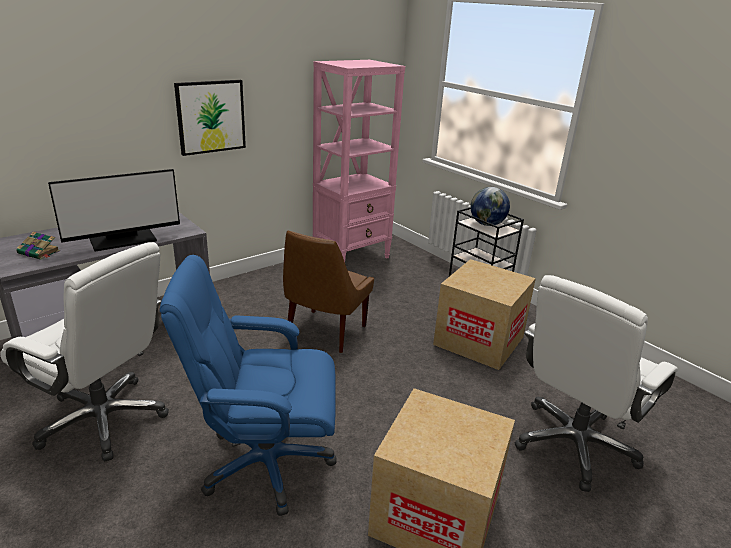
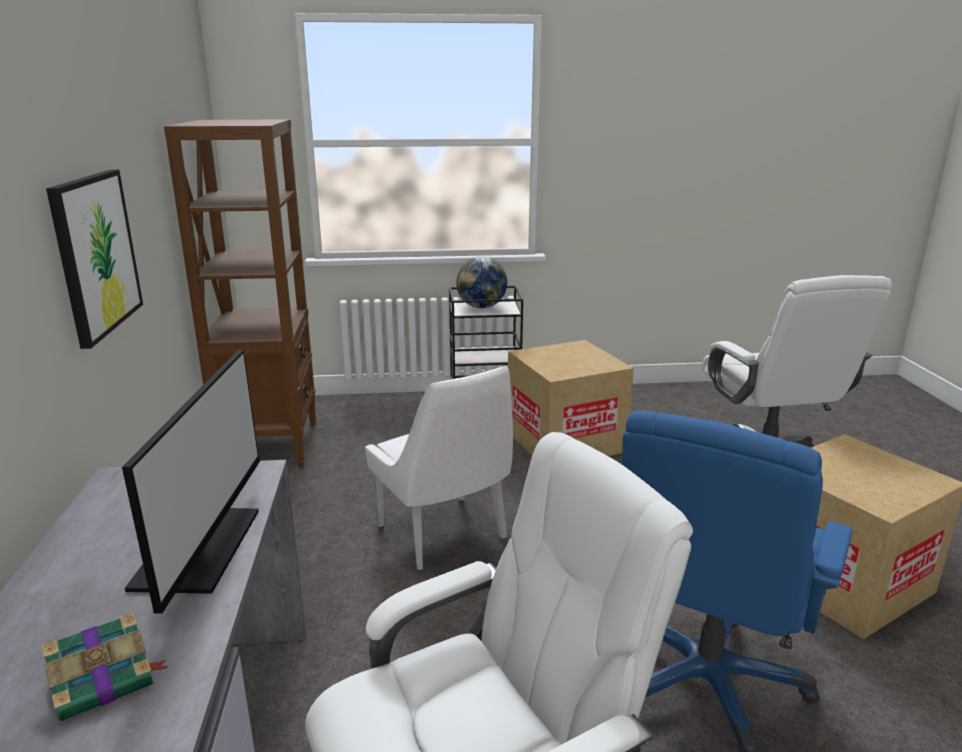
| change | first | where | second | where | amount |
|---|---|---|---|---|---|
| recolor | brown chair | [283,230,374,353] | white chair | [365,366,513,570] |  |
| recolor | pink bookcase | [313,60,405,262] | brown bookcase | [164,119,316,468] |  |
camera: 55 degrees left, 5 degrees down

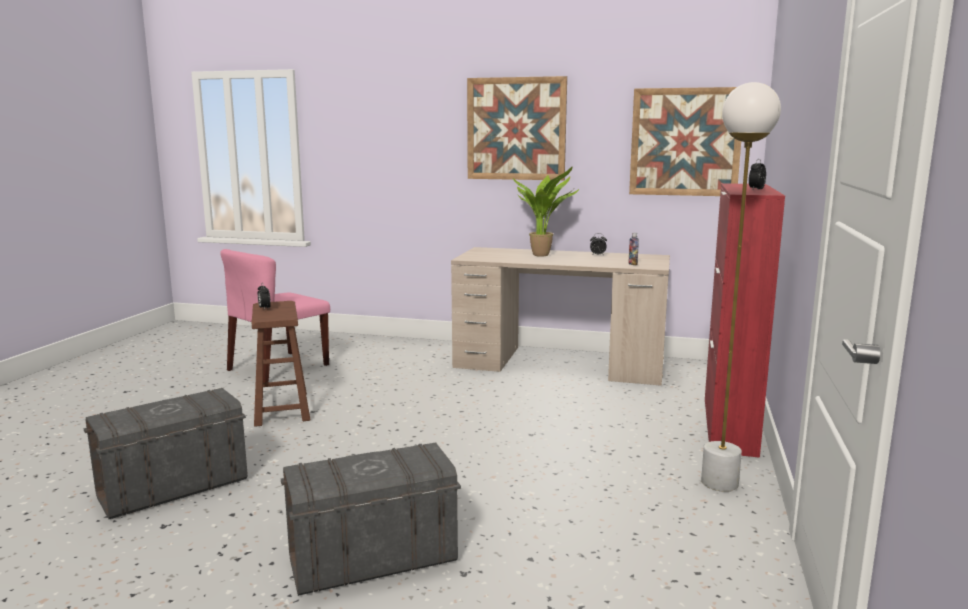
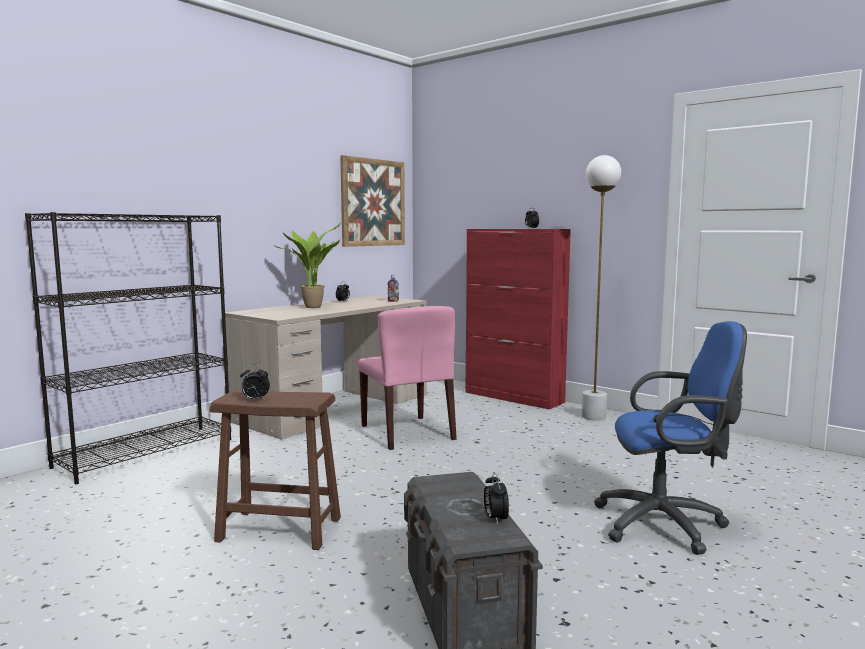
| change | first | where | second | where | amount |
|---|---|---|---|---|---|
| delete | picture | [467,76,567,180] |  |  |  |
| insert |  |  | black bookcase | [25,212,231,484] |  |
| insert |  |  | alarm clock | [484,472,509,525] |  |
| move | pink chair | [220,249,330,383] |  | [358,306,457,450] |  |
| replace | grey storage box | [281,442,461,596] | blue office chair | [594,321,747,555] |  |
camera: 65 degrees left, 5 degrees down

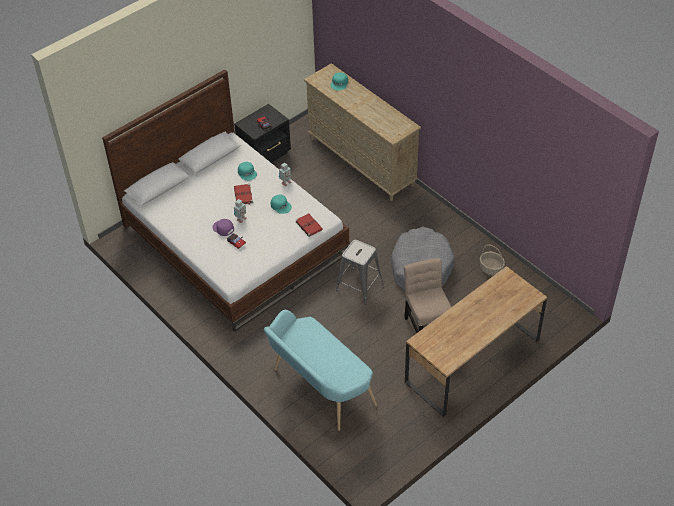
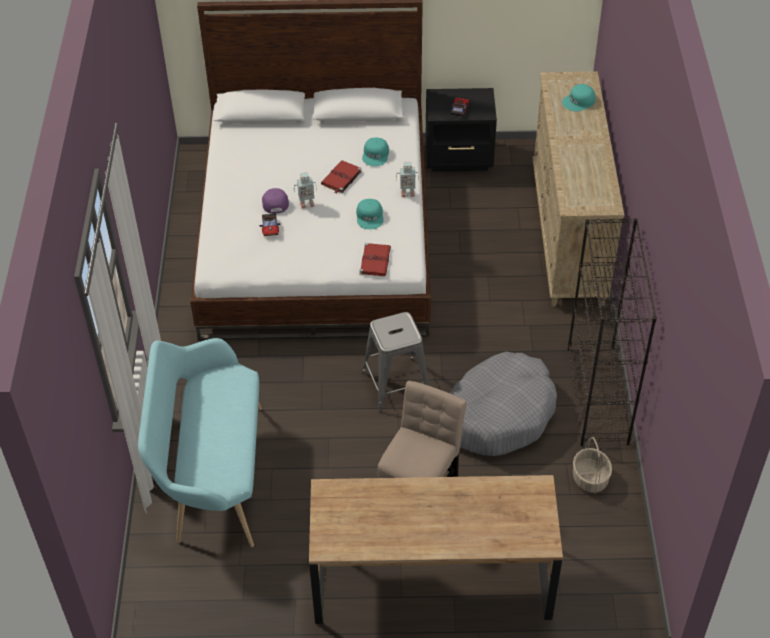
| change | first | where | second | where | amount |
|---|---|---|---|---|---|
| insert |  |  | black bookcase | [568,218,657,446] |  |
camera: 40 degrees right, 0 degrees up

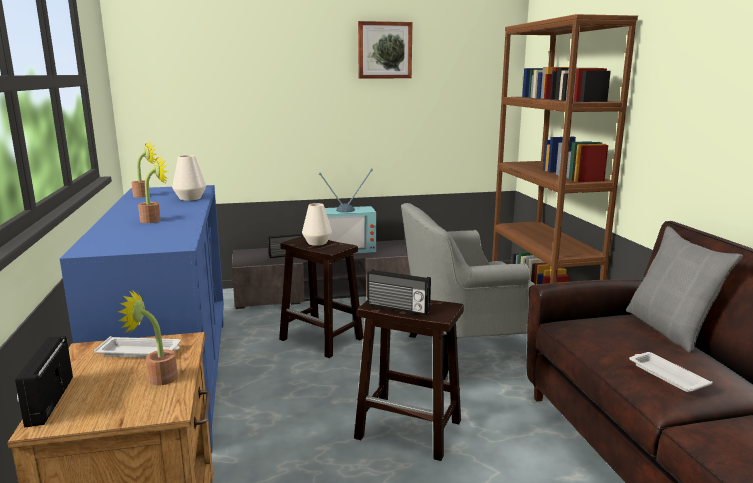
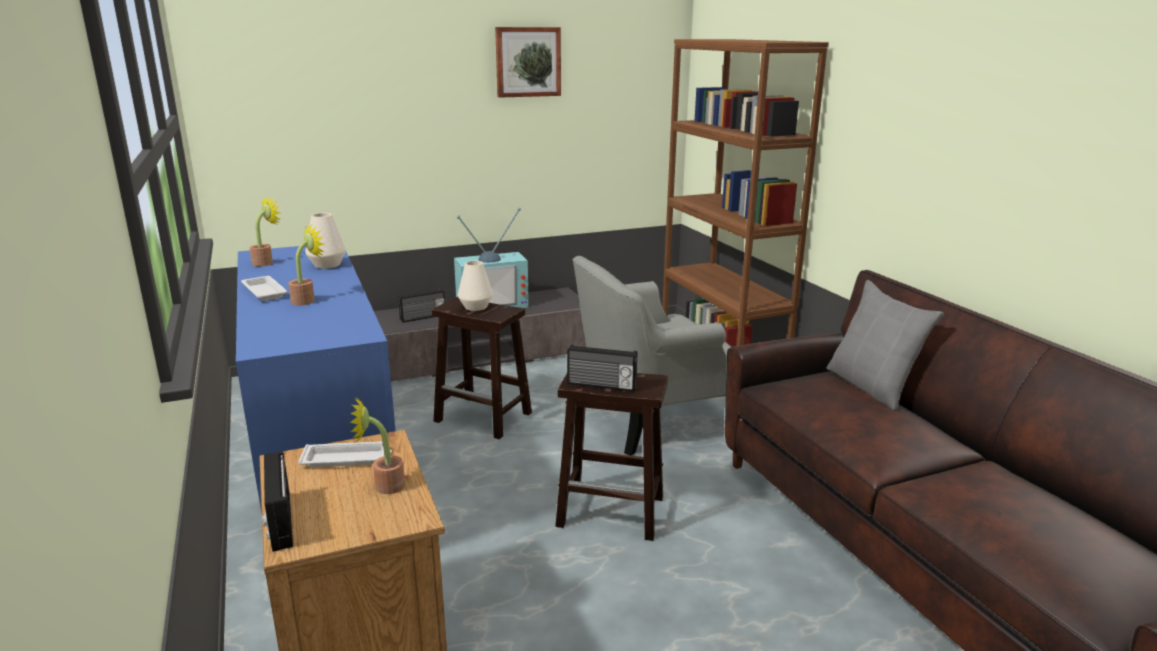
| change | first | where | second | where | amount |
|---|---|---|---|---|---|
| move | white tray | [629,352,712,392] |  | [241,276,288,301] |  |
camera: 10 degrees left, 5 degrees up

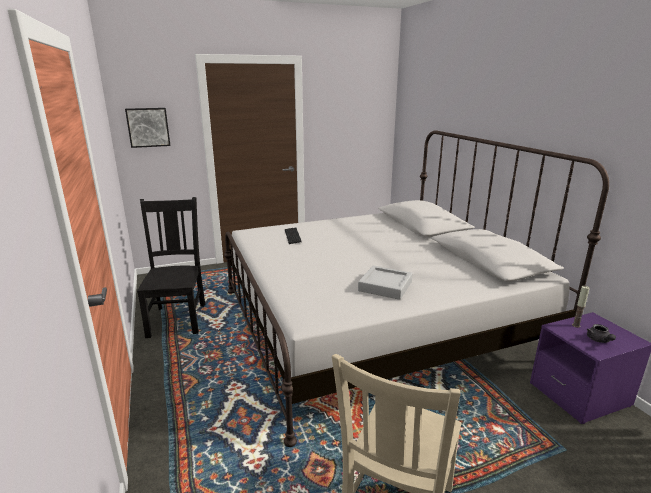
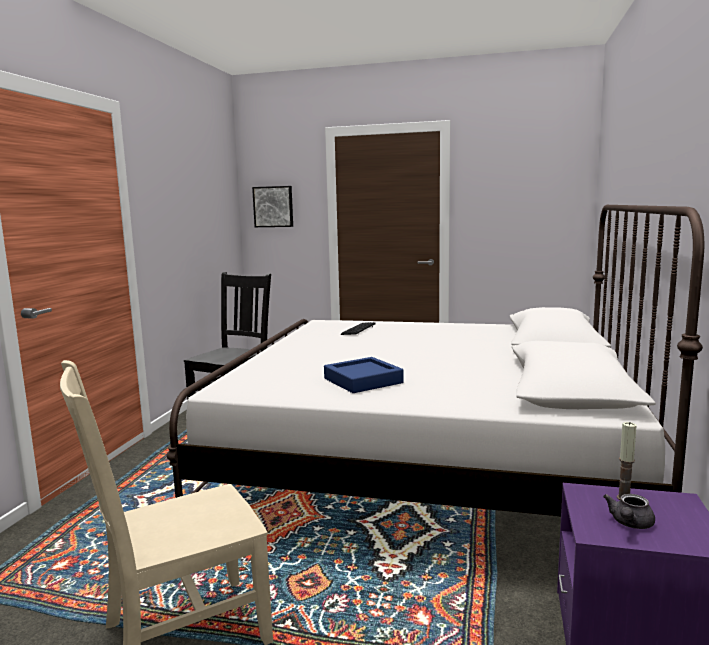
| change | first | where | second | where | amount |
|---|---|---|---|---|---|
| recolor | grey tray | [358,266,412,300] | blue tray | [324,357,404,393] |  |
camera: 35 degrees right, 10 degrees down

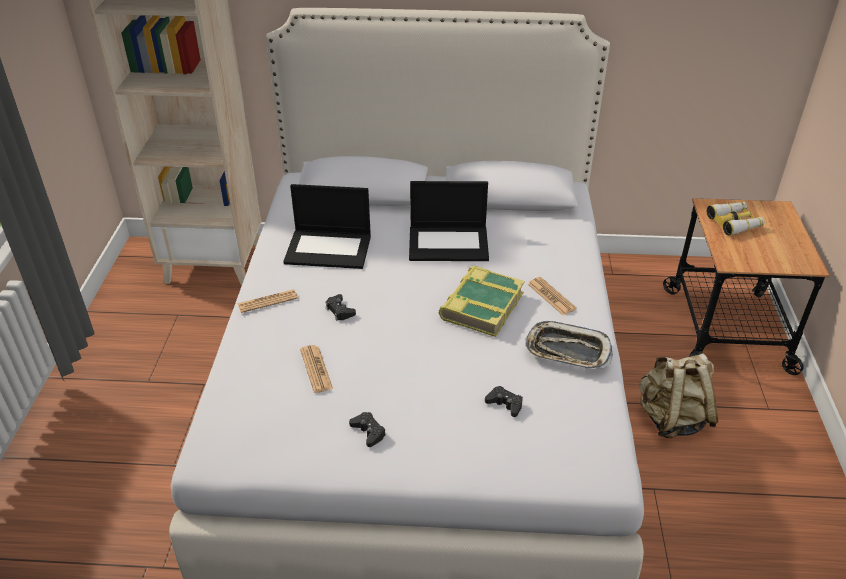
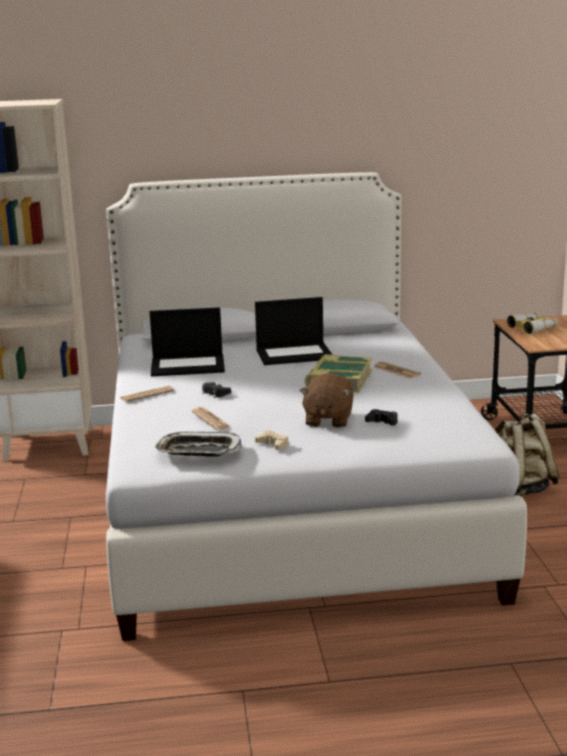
| change | first | where | second | where | amount |
|---|---|---|---|---|---|
| insert |  |  | brown plush toy | [299,373,353,428] |  |
| move | tray | [525,321,613,369] |  | [155,432,242,457] |  |
| recolor | black game controller | [349,412,386,447] | beige game controller | [255,430,289,450] |  |
camera: 10 degrees left, 20 degrees down

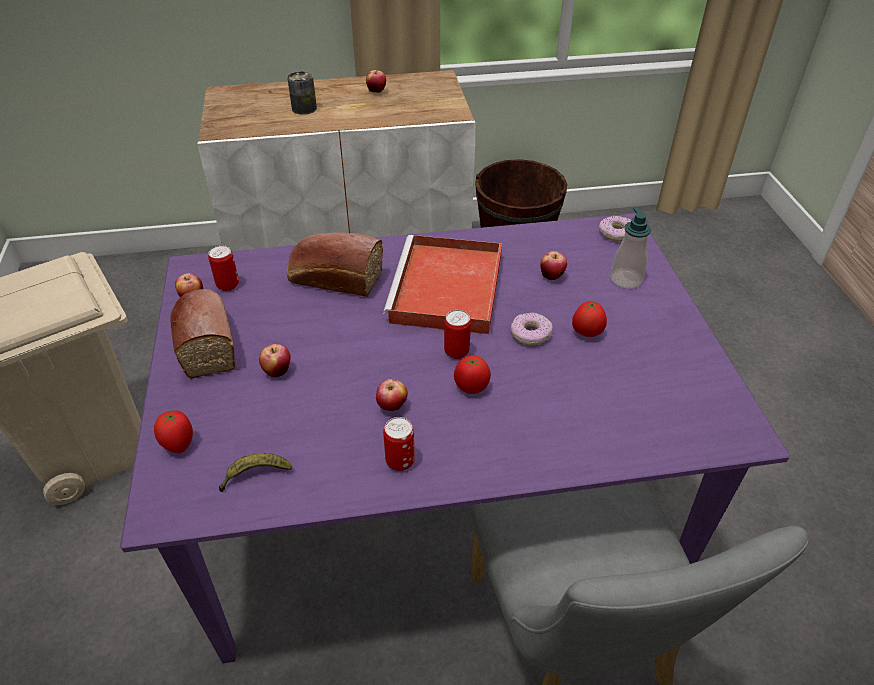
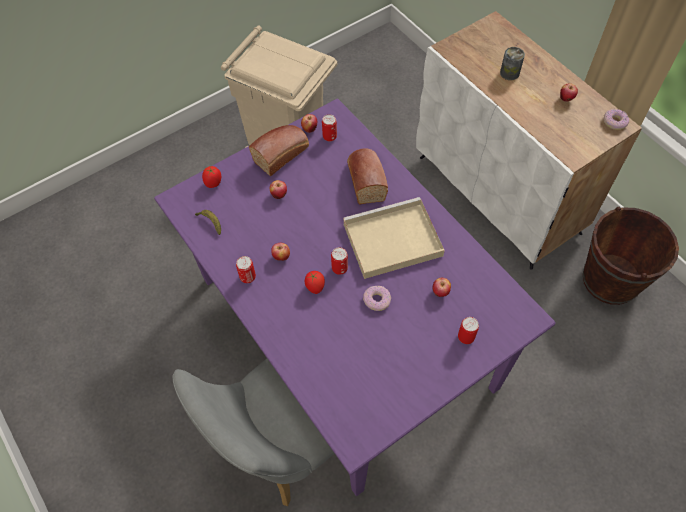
| change | first | where | second | where | amount |
|---|---|---|---|---|---|
| delete | tomato | [572,301,607,337] |  |  |  |
| move | donut | [599,216,631,242] |  | [604,109,629,130] |  |
| replace | soap dispenser | [610,207,651,288] | can | [458,317,479,344] |  |
| recolor | red tray | [383,235,502,334] | beige tray | [343,197,445,279] |  |
camera: 65 degrees right, 15 degrees up

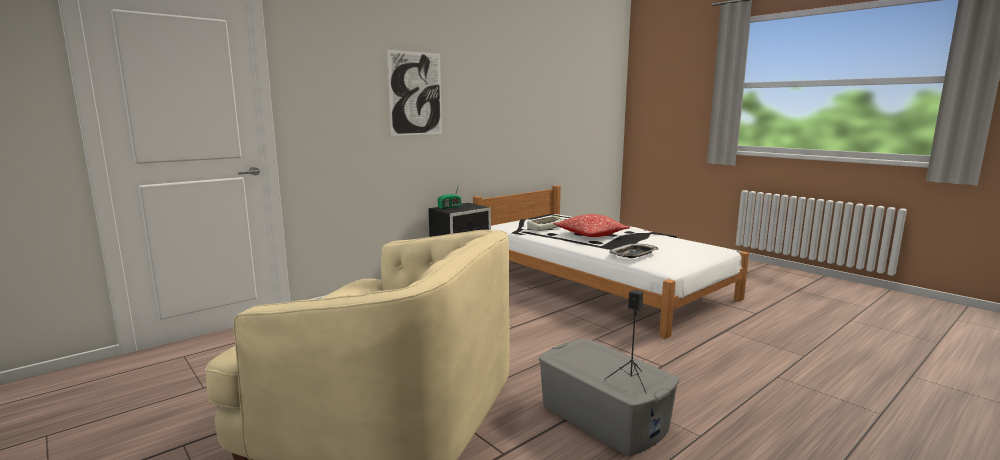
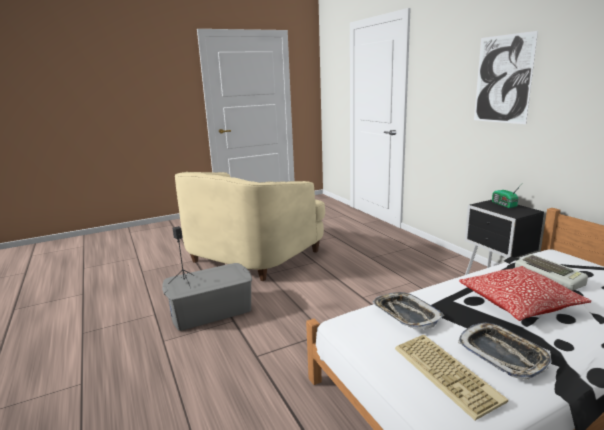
| change | first | where | second | where | amount |
|---|---|---|---|---|---|
| insert |  |  | keyboard | [395,335,508,420] |  |
| insert |  |  | tray | [458,323,552,380] |  |
camera: 105 degrees right, 5 degrees up

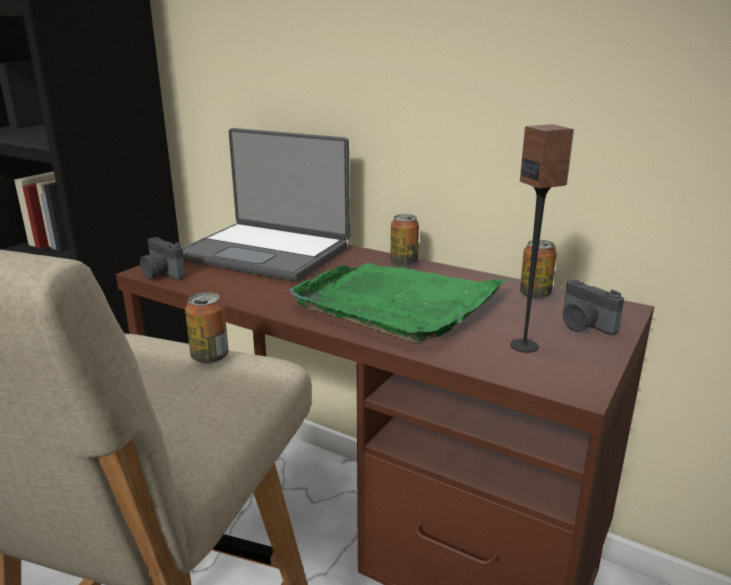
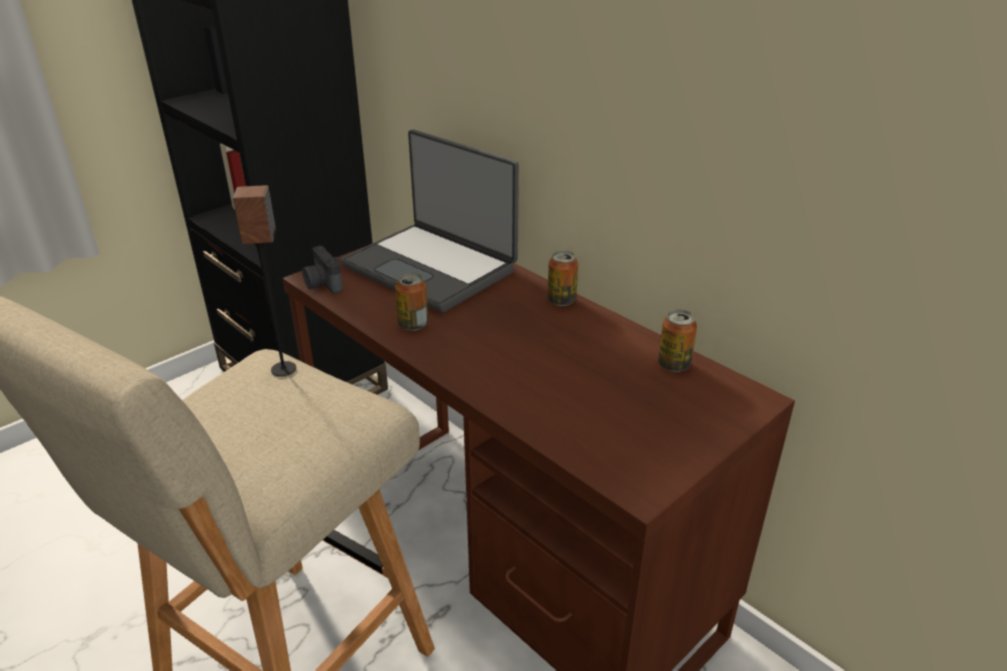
| change | first | where | second | where | amount |
|---|---|---|---|---|---|
| delete | green tray | [289,263,508,343] |  |  |  |
| delete | photo camera | [563,280,624,335] |  |  |  |
| move | can | [185,292,229,364] |  | [395,273,428,331] |  |
| move | speaker | [510,124,574,353] |  | [233,185,296,376] |  |
camera: 15 degrees right, 10 degrees up

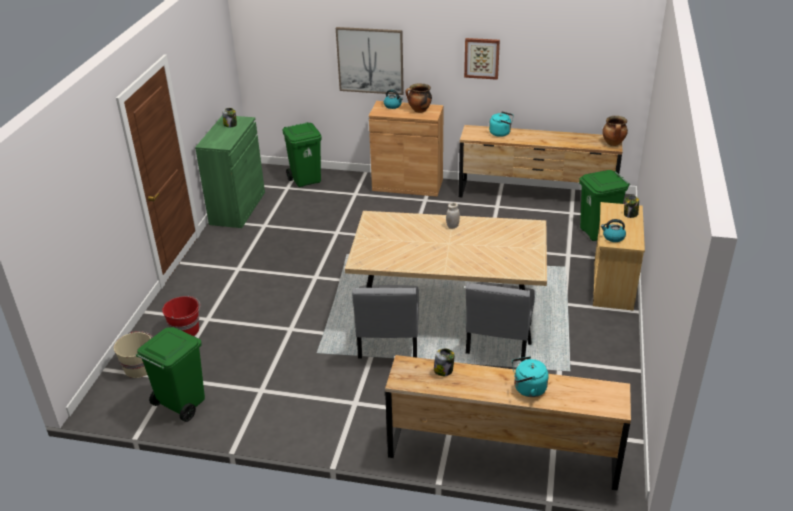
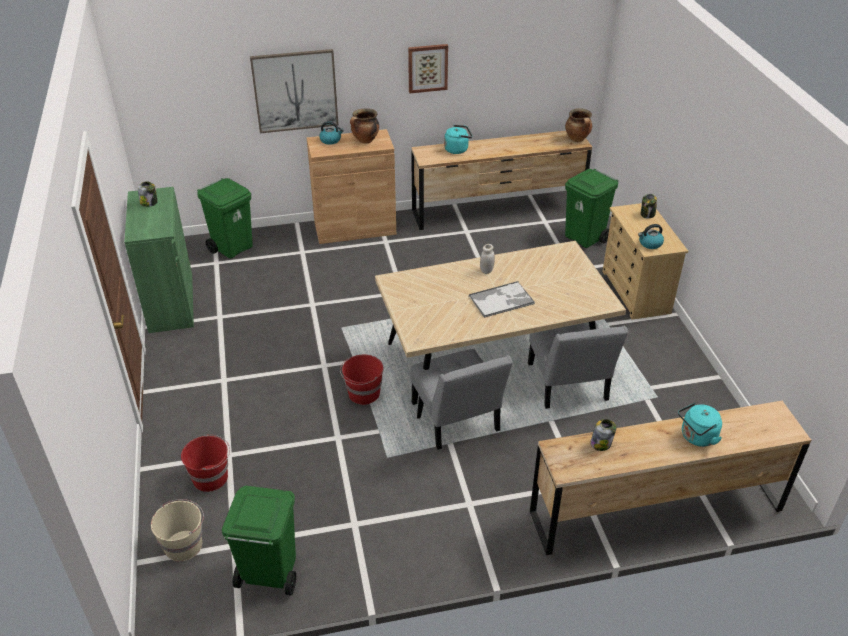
| change | first | where | second | where | amount |
|---|---|---|---|---|---|
| insert |  |  | red bucket | [340,355,384,405] |  |
| insert |  |  | tray | [469,281,535,318] |  |
camera: 25 degrees left, 5 degrees up

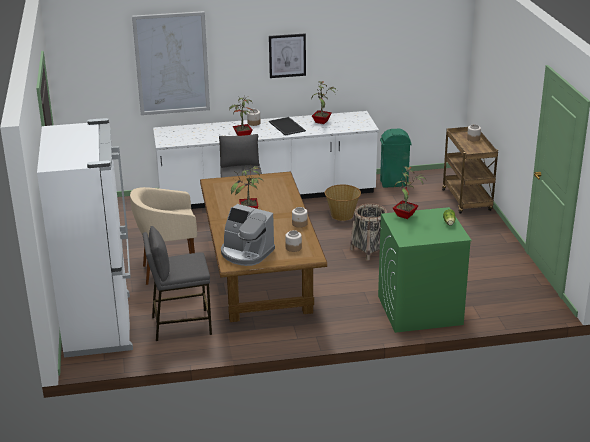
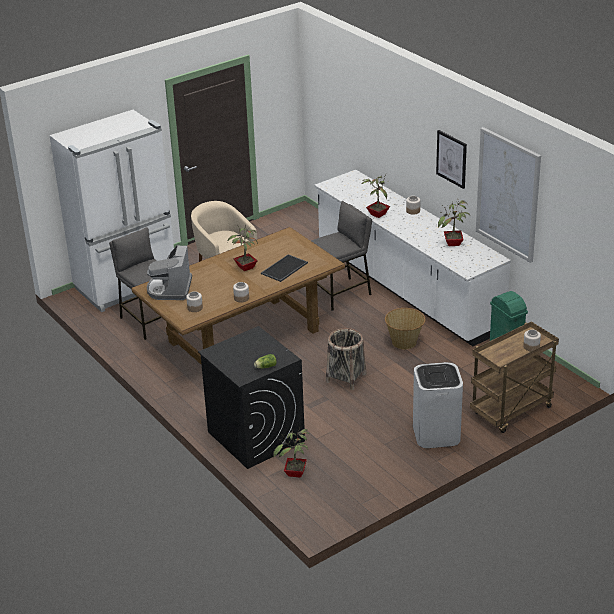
| change | first | where | second | where | amount |
|---|---|---|---|---|---|
| insert |  |  | white trash can | [413,362,463,448] |  |
| move | picture | [132,11,210,115] |  | [476,127,541,263] |  |
| move | tray | [269,117,306,136] |  | [261,254,308,282] |  |
| move | potted plant | [393,166,425,219] |  | [273,429,309,477] |  |
| recolor | green washing machine | [378,207,471,333] | black washing machine | [198,326,305,469] |  |
camera: 65 degrees right, 5 degrees up

